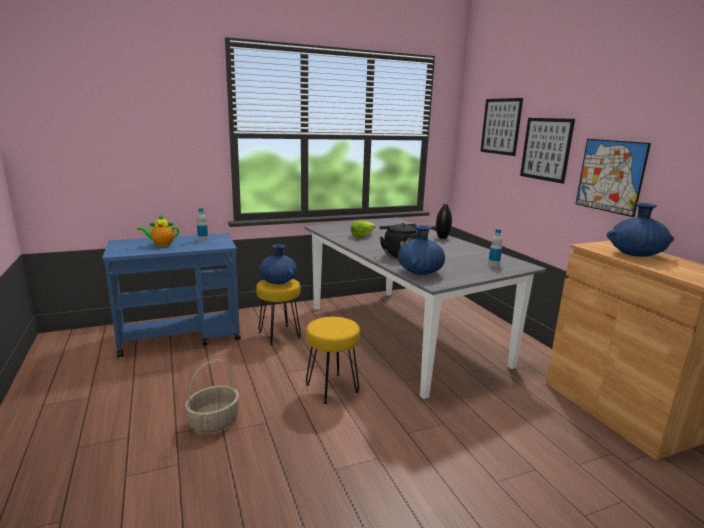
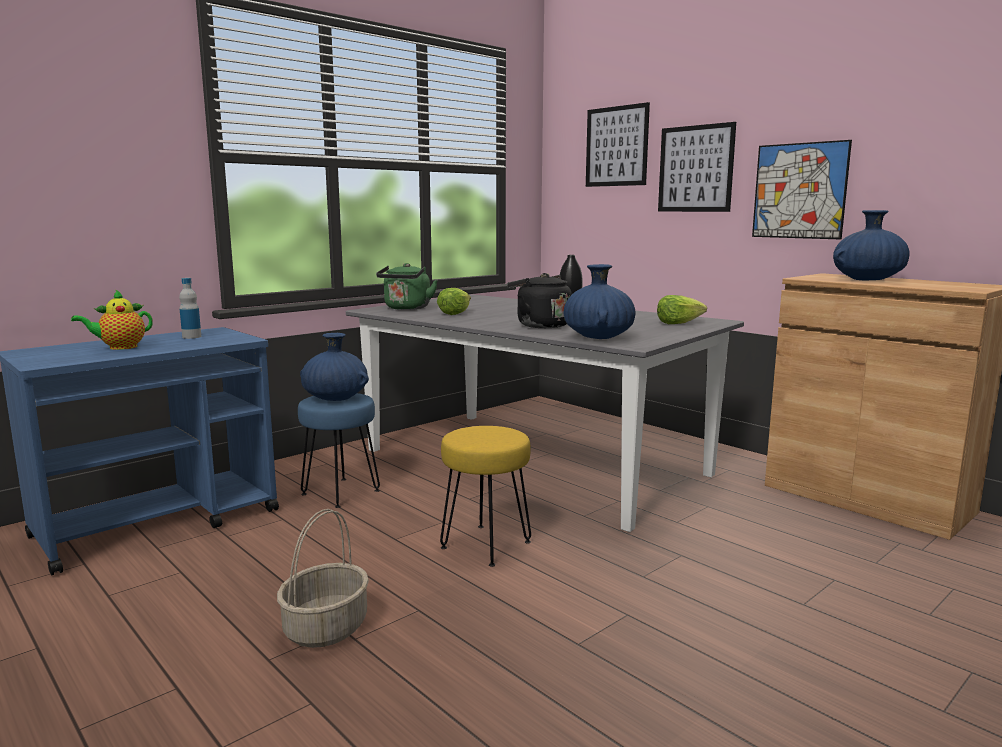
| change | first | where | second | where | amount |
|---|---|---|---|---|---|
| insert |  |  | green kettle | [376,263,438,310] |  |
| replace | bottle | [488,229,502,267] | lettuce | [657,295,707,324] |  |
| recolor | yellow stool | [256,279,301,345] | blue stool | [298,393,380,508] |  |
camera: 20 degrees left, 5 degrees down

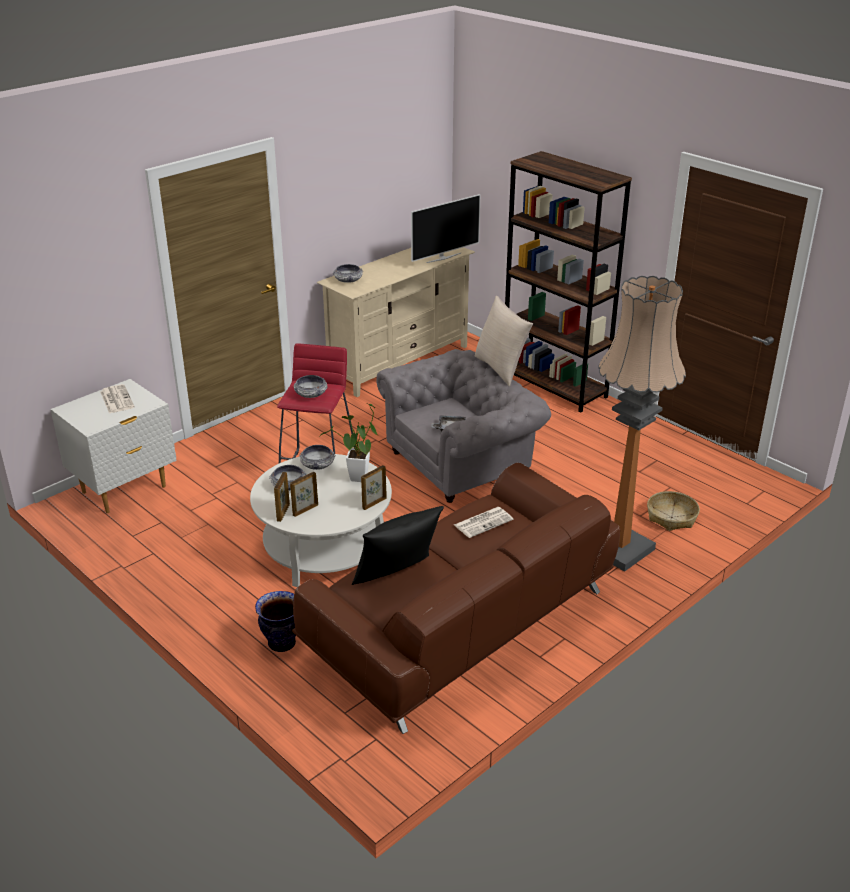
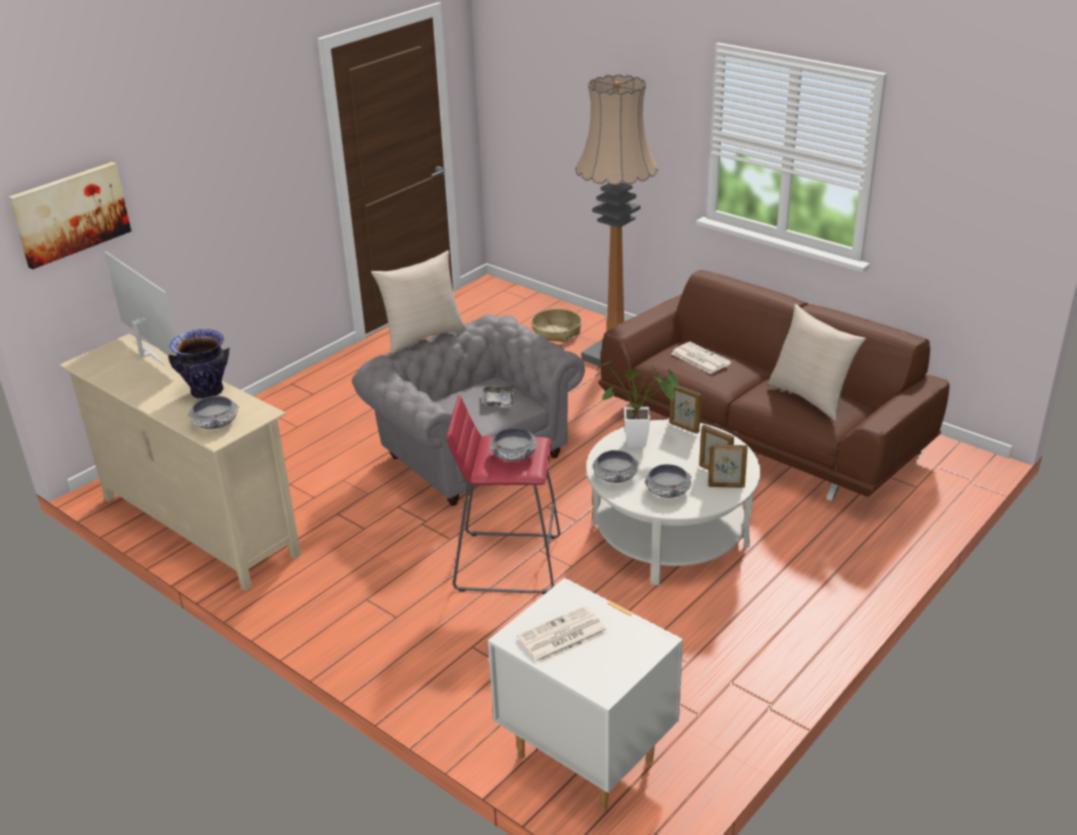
| change | first | where | second | where | amount |
|---|---|---|---|---|---|
| delete | brown bookcase | [505,151,632,413] |  |  |  |
| insert |  |  | picture | [9,162,131,269] |  |
| move | vase | [255,591,296,652] |  | [168,329,230,399] |  |
| recolor | black pillow | [352,506,444,585] | beige pillow | [768,304,866,421] |  |
camera: 95 degrees left, 0 degrees up

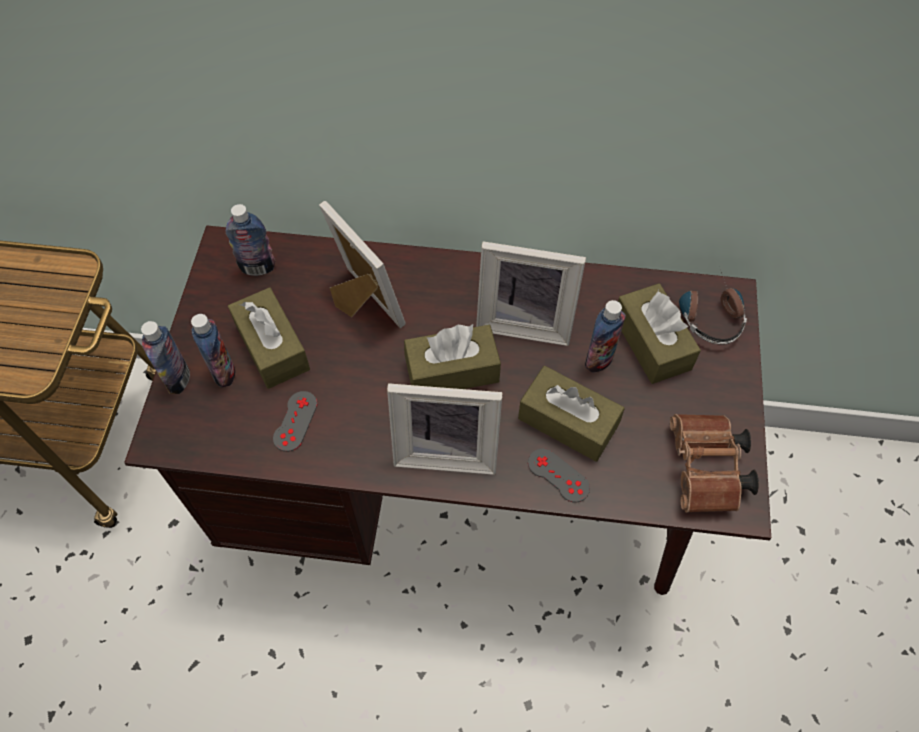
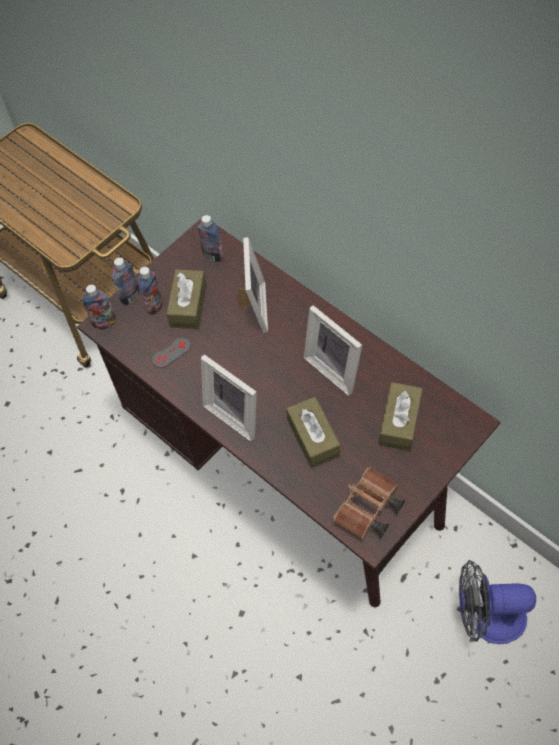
| change | first | where | second | where | amount |
|---|---|---|---|---|---|
| delete | brown tissue box | [404,324,501,389] |  |  |  |
| delete | grey game controller | [528,448,590,503] |  |  |  |
| delete | headphones | [679,269,747,345] |  |  |  |
| insert |  |  | fan | [459,560,536,644] |  |
| move | bottle | [585,300,626,373] |  | [82,285,116,329] |  |
camera: 40 degrees right, 0 degrees up

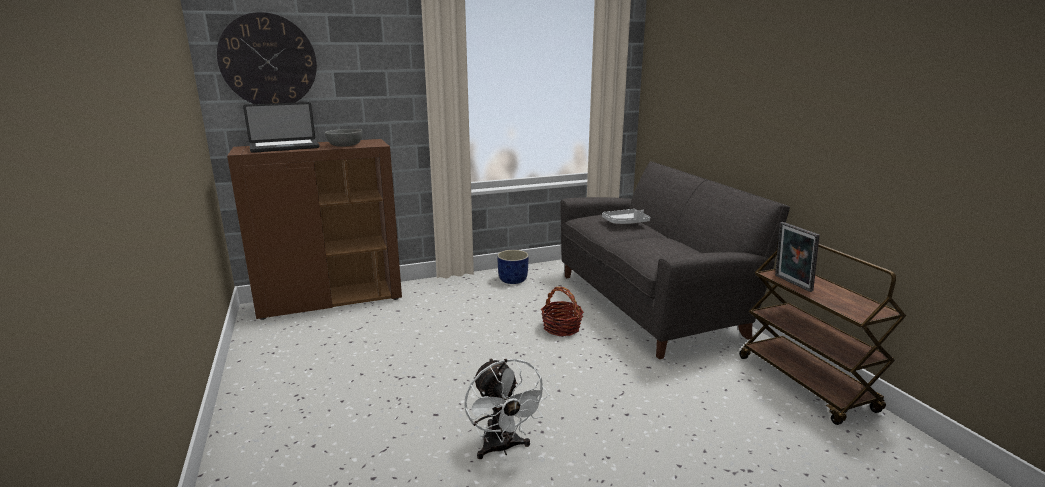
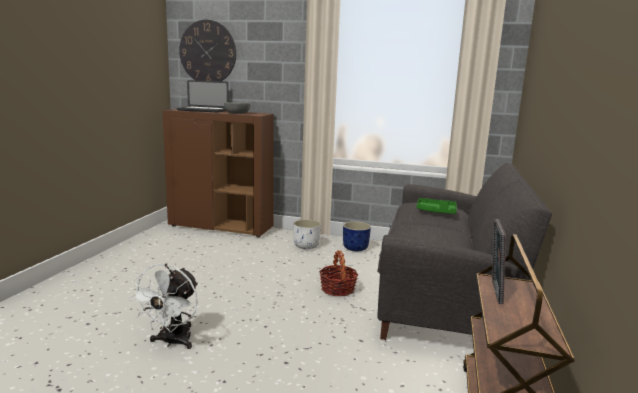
| change | first | where | second | where | amount |
|---|---|---|---|---|---|
| insert |  |  | white planter | [293,219,321,249] |  |
| recolor | grey tray | [602,209,650,224] | green tray | [417,198,457,214] |  |
camera: 35 degrees right, 5 degrees down

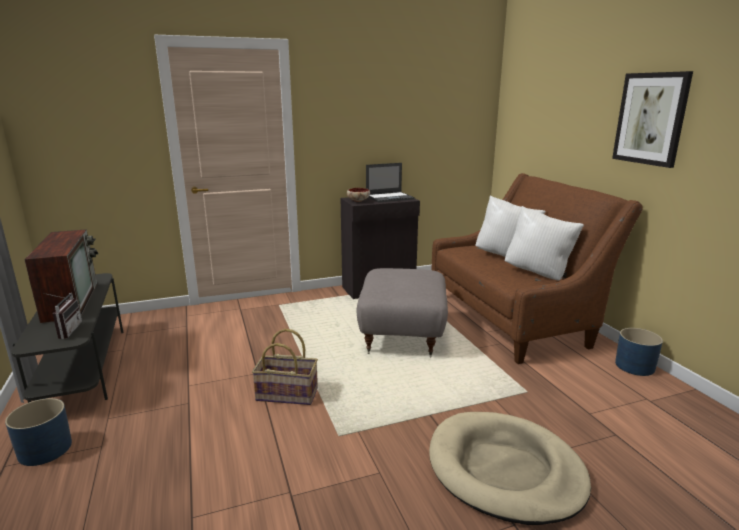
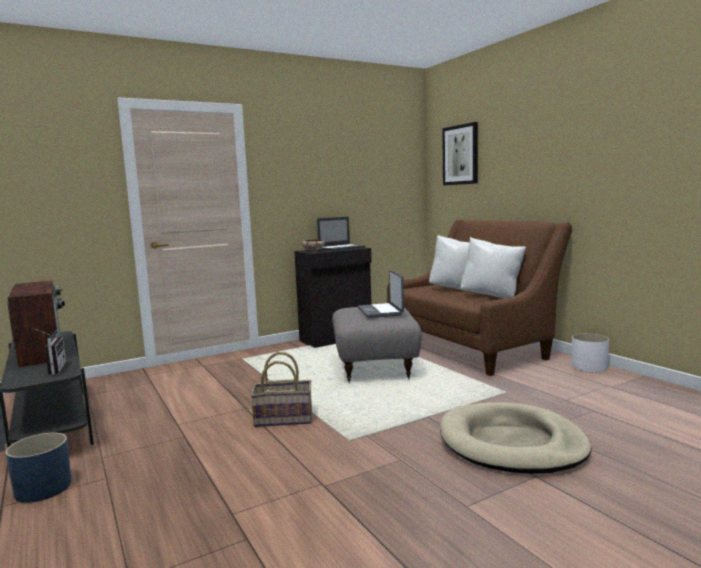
| change | first | where | second | where | amount |
|---|---|---|---|---|---|
| insert |  |  | laptop | [358,270,404,318] |  |
| move | picture | [612,71,693,168] |  | [442,122,478,185] |  |
| recolor | blue planter | [615,328,663,376] | white planter | [572,333,609,372] |  |
camera: 10 degrees left, 10 degrees down

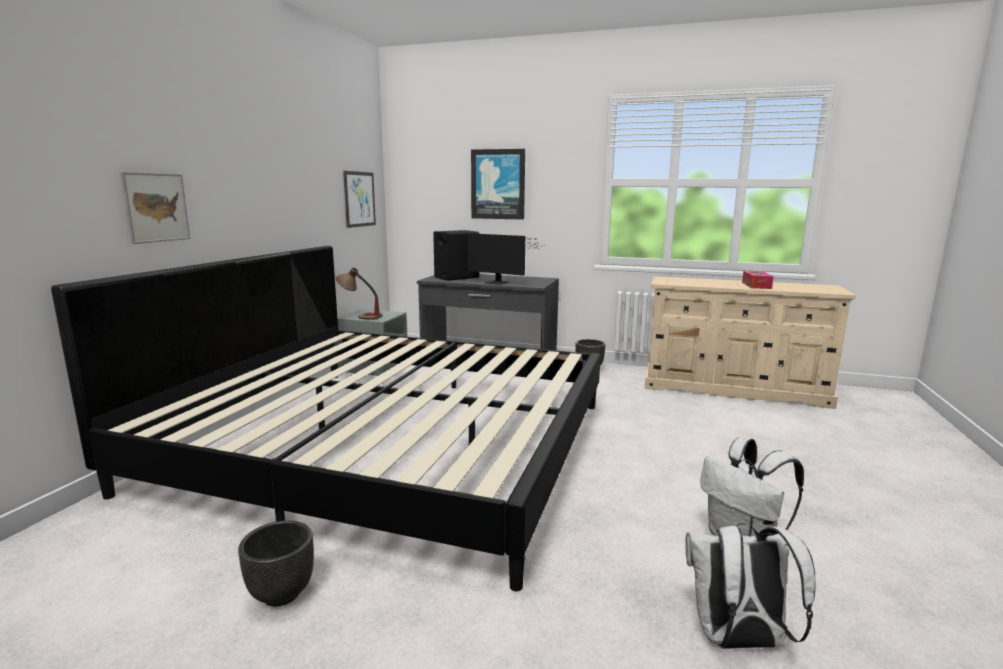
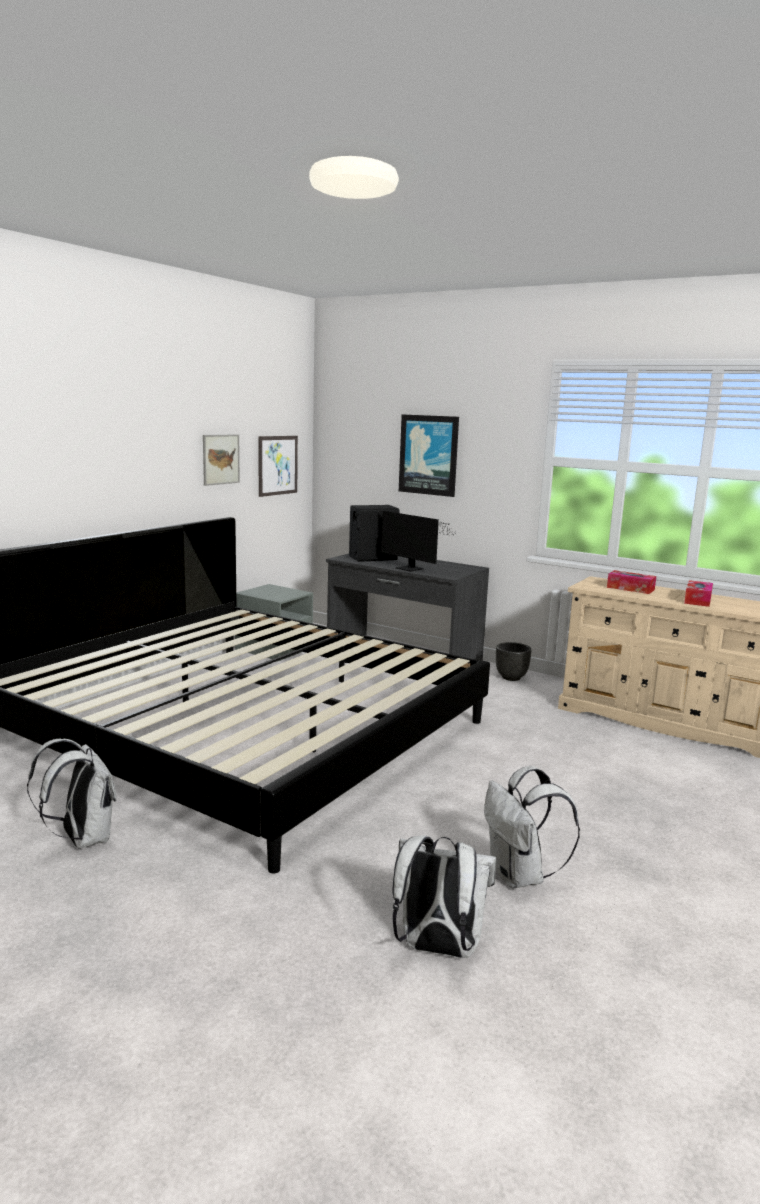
| change | first | where | second | where | amount |
|---|---|---|---|---|---|
| delete | table lamp | [336,268,382,320] |  |  |  |
| insert |  |  | tissue box | [607,570,656,594] |  |
| move | picture | [120,172,190,244] |  | [203,434,240,486] |  |
| replace | black planter | [238,520,314,606] | white backpack | [27,739,117,849] |  |
camera: 15 degrees right, 0 degrees up

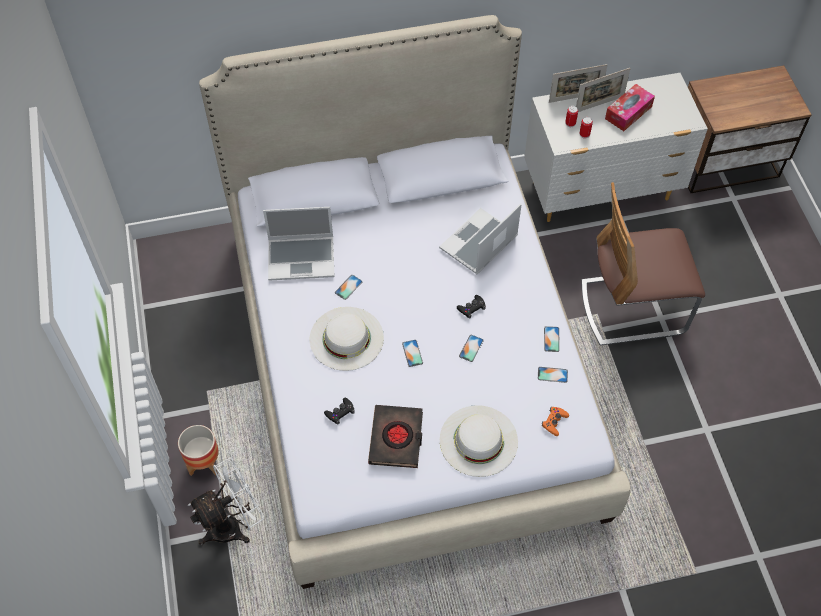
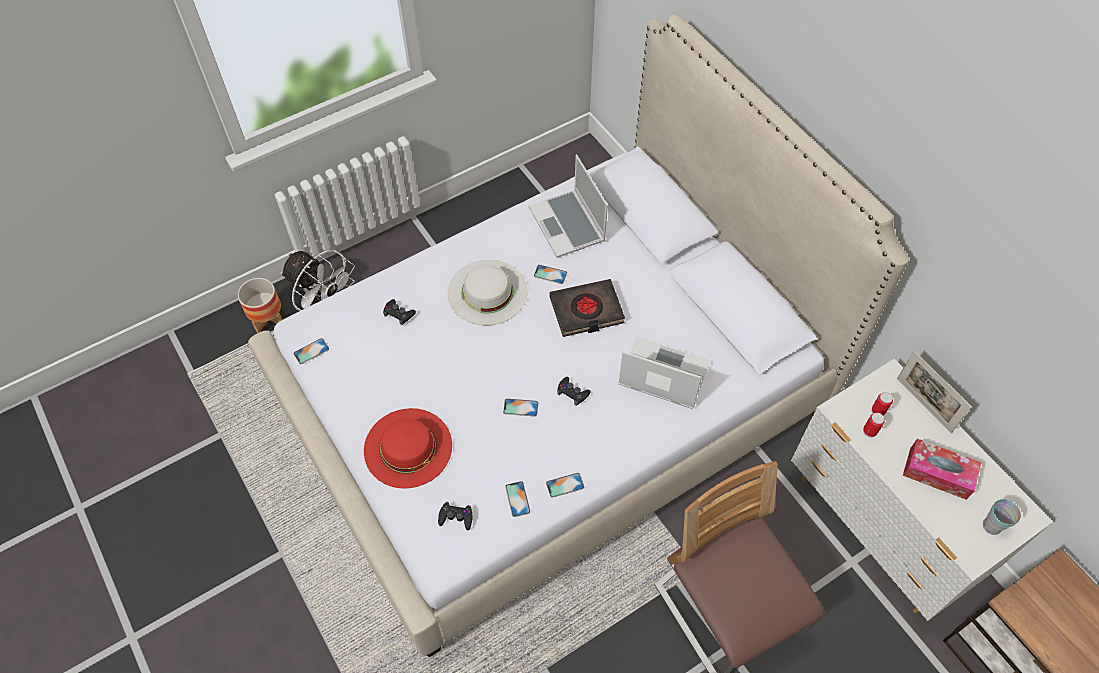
| change | first | where | second | where | amount |
|---|---|---|---|---|---|
| delete | picture frame | [576,68,631,112] |  |  |  |
| insert |  |  | cup | [983,499,1021,535] |  |
| move | planter | [178,425,219,476] |  | [238,278,282,333] |  |
| move | black book | [368,405,423,468] |  | [550,279,625,337] |  |
| move | phone | [402,340,423,367] |  | [294,338,329,364] |  |
| recolor | white hat | [440,405,518,477] | red hat | [364,408,452,489] |  |
| recolor | orange game controller | [541,407,569,436] | black game controller | [438,502,473,531] |  |
camera: 70 degrees right, 0 degrees up

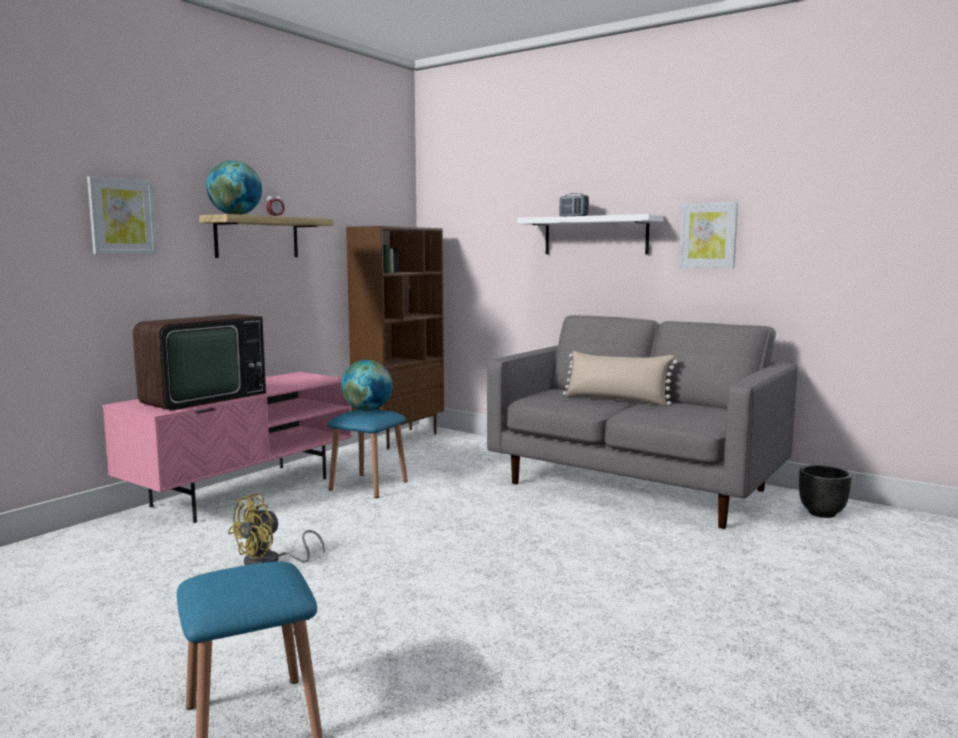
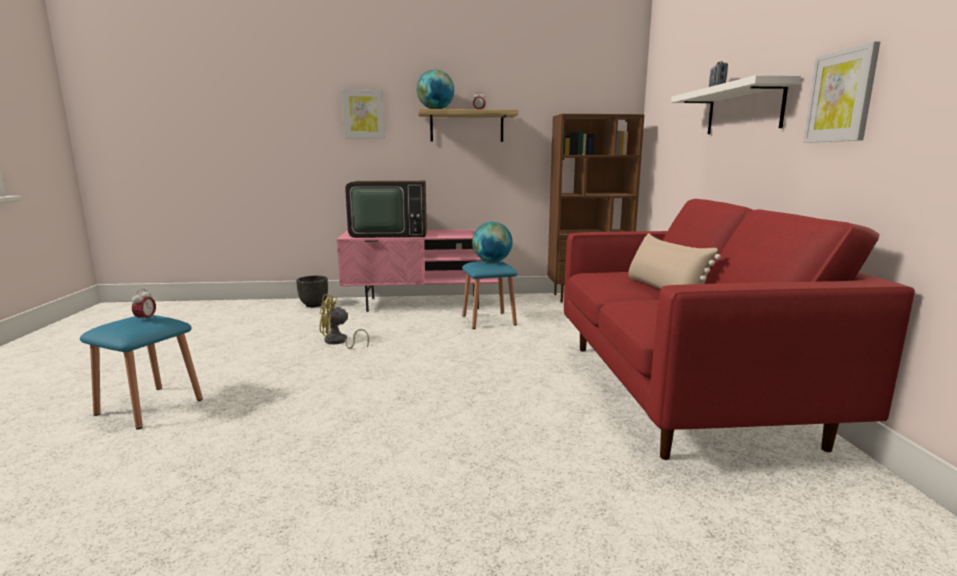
| change | first | where | second | where | amount |
|---|---|---|---|---|---|
| insert |  |  | alarm clock | [132,289,156,322] |  |
| move | black planter | [799,465,852,518] |  | [296,276,328,307] |  |
| recolor | grey sofa | [487,315,798,529] | red sofa | [564,199,915,460] |  |
camera: 50 degrees right, 5 degrees up

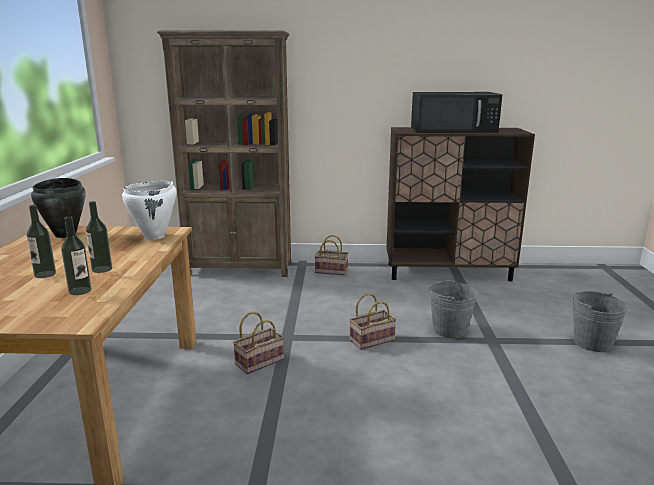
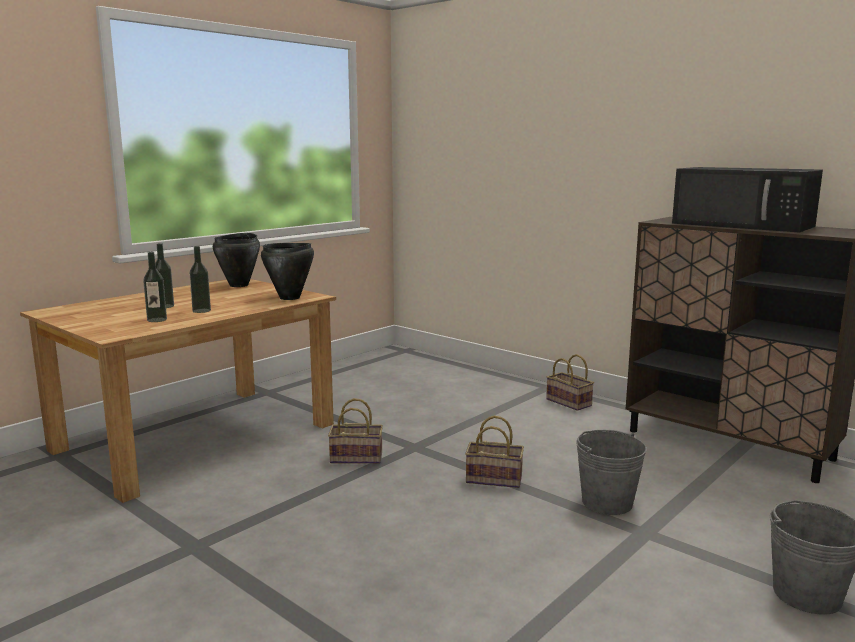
| change | first | where | second | where | amount |
|---|---|---|---|---|---|
| delete | brown bookcase | [157,30,291,277] |  |  |  |
| recolor | white cooking pot | [122,181,177,240] | black cooking pot | [261,243,314,300] |  |
camera: 40 degrees right, 5 degrees down

